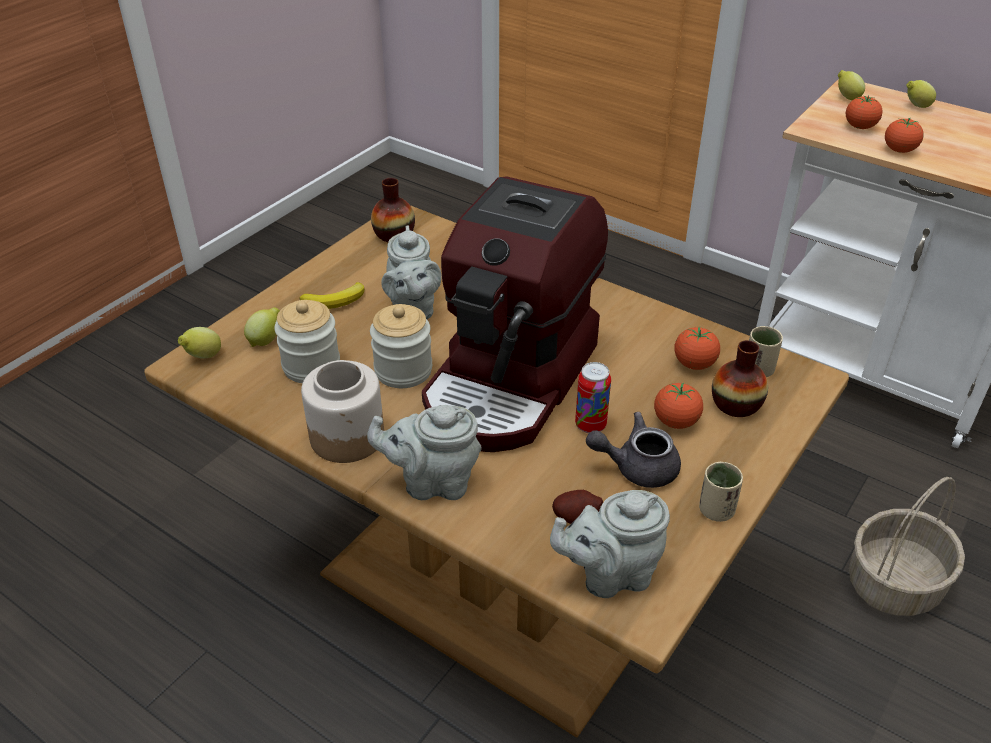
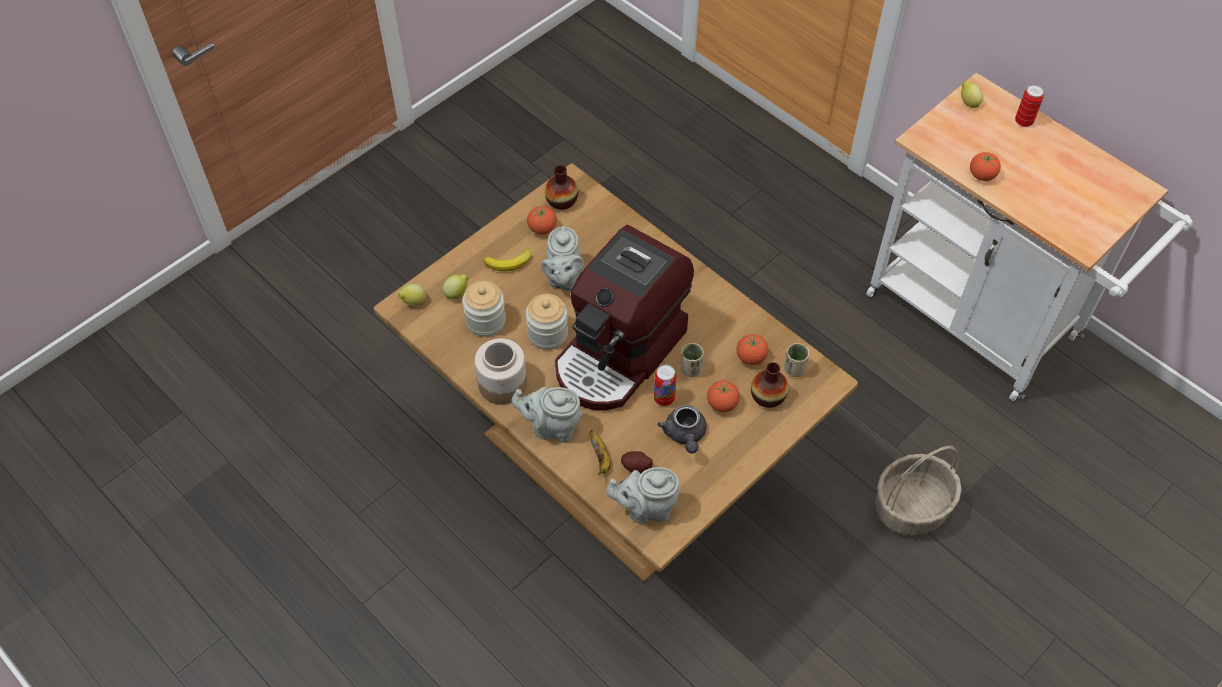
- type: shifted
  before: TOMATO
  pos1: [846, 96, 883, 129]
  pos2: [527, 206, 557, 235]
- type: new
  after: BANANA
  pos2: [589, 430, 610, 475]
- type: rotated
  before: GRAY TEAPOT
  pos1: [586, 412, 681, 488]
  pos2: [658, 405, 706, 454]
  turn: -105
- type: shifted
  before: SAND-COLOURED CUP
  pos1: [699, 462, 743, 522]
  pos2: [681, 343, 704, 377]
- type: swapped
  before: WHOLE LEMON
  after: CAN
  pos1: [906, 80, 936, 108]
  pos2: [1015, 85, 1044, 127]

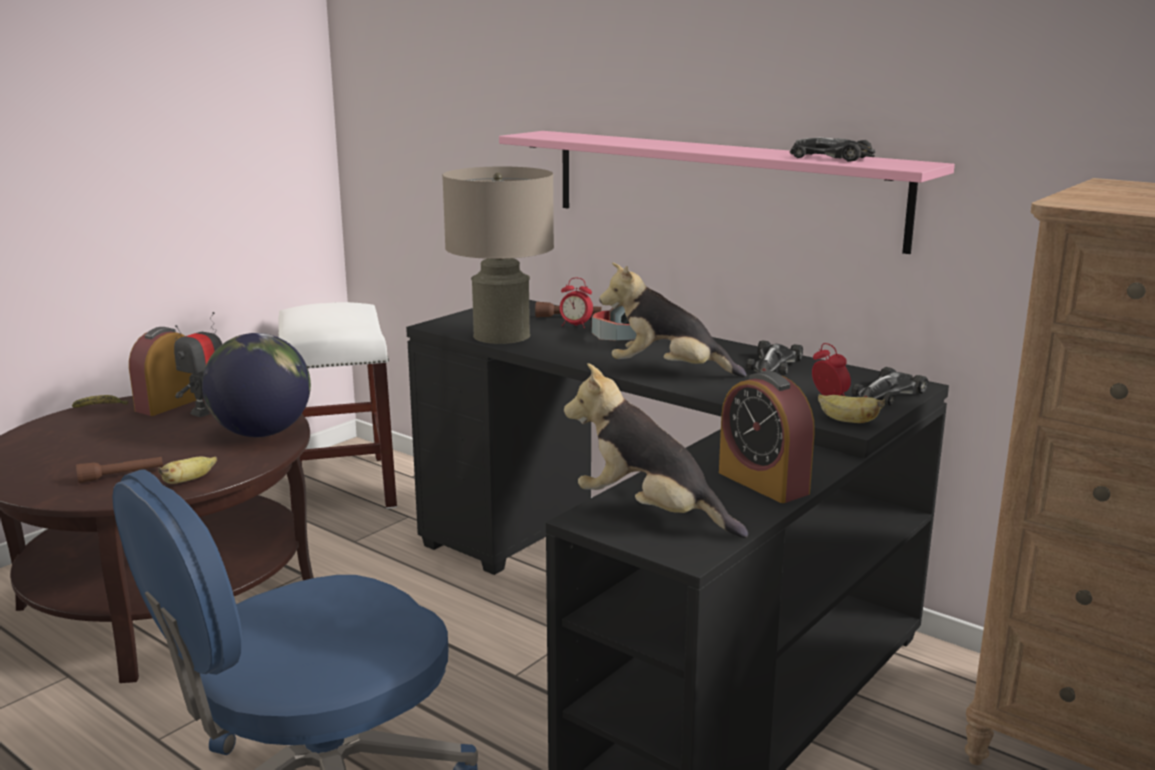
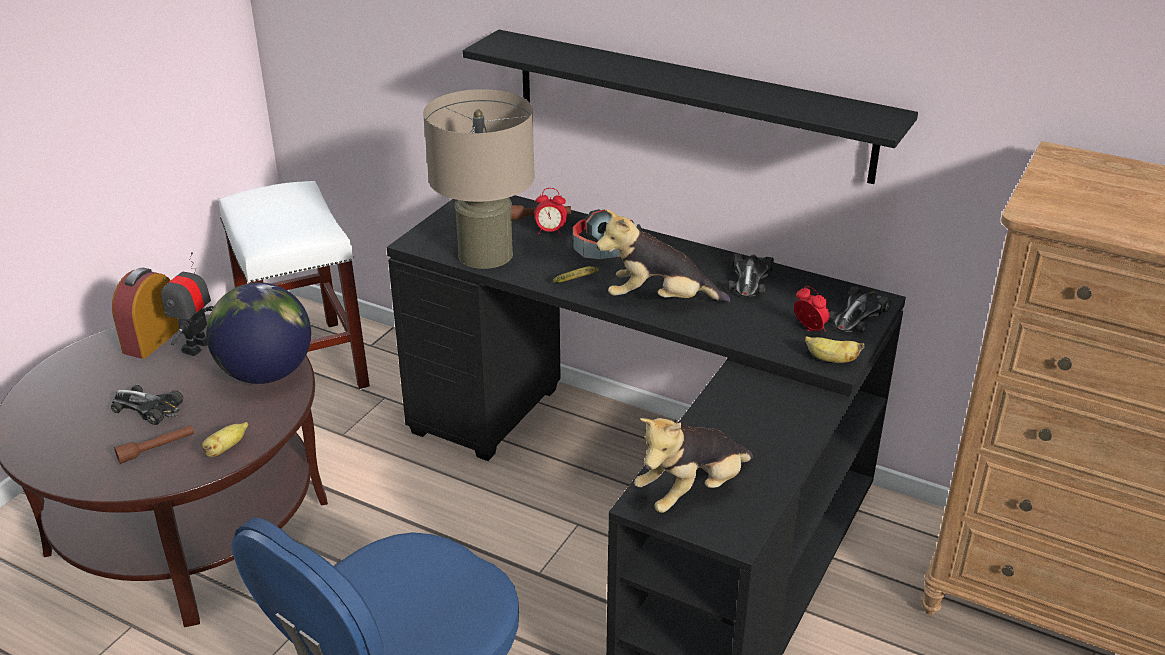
- type: shifted
  before: TOY CAR
  pos1: [790, 138, 875, 162]
  pos2: [111, 385, 183, 425]
- type: repainted
  before: PINK-COLOURED SHELF
  after: BLACK SHELF
  pos1: [499, 131, 955, 254]
  pos2: [462, 30, 918, 184]
- type: shifted
  before: BANANA
  pos1: [72, 395, 128, 408]
  pos2: [553, 266, 599, 283]
- type: rotated
  before: CUDDLY TOY
  pos1: [564, 363, 749, 538]
  pos2: [634, 418, 753, 513]
  turn: -60
- type: gone
  before: BEDSIDE CLOCK
  pos1: [719, 371, 815, 503]

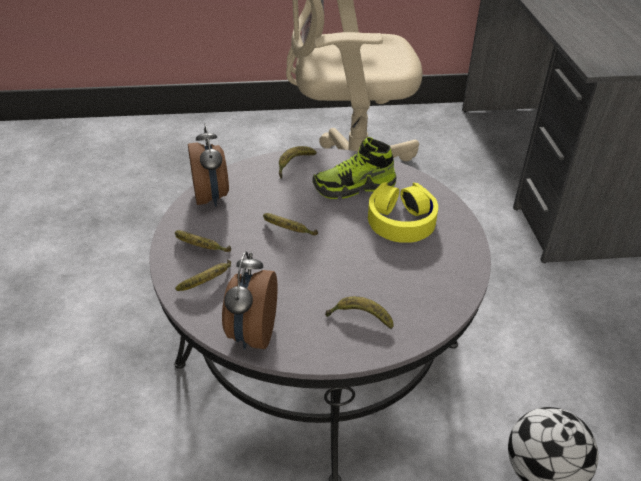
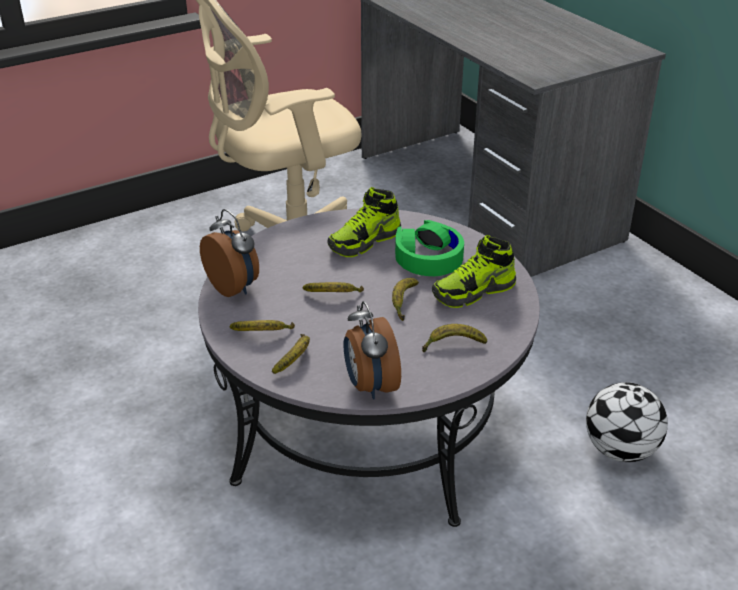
- type: shifted
  before: BANANA
  pos1: [279, 146, 317, 178]
  pos2: [392, 278, 419, 321]
- type: repainted
  before: YELLOW-COLOURED HEADPHONES
  after: GREENISH HEADPHONES
  pos1: [368, 182, 438, 243]
  pos2: [395, 220, 464, 276]
- type: new
  after: LOW SHOE
  pos2: [432, 235, 516, 308]

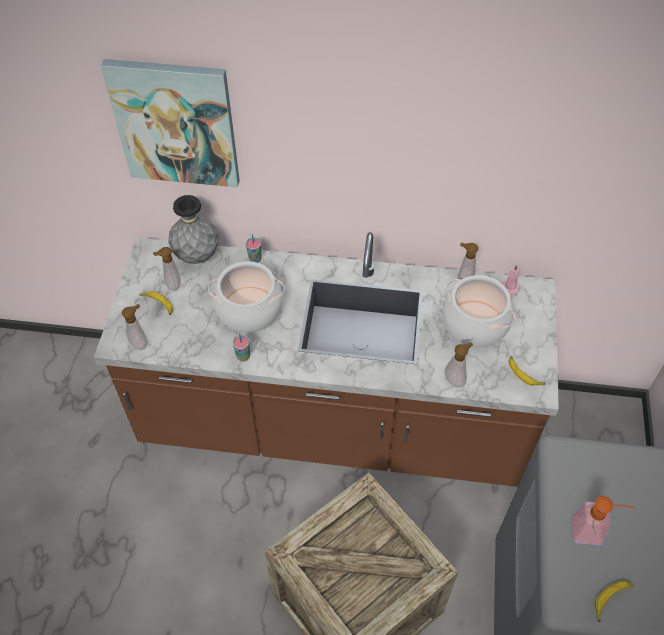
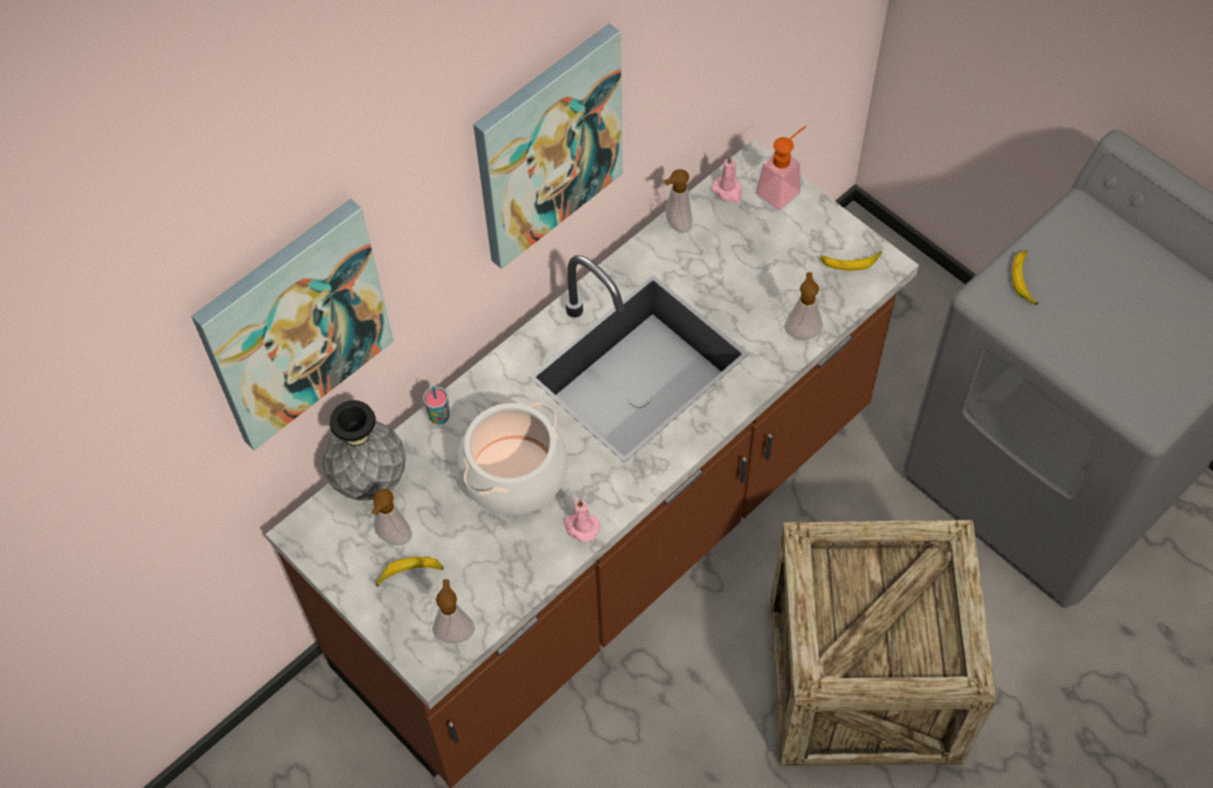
- type: new
  after: WALL PICTURE
  pos2: [473, 23, 623, 269]
- type: swapped
  before: CUP
  after: PINK-COLOURED CANDLE
  pos1: [233, 334, 250, 361]
  pos2: [564, 499, 600, 542]
- type: shifted
  before: SOAP BOTTLE
  pos1: [571, 496, 635, 545]
  pos2: [755, 126, 806, 211]
- type: shifted
  before: BANANA
  pos1: [595, 580, 634, 622]
  pos2: [1012, 250, 1039, 305]
- type: gone
  before: SAUCEPOT
  pos1: [442, 275, 515, 347]

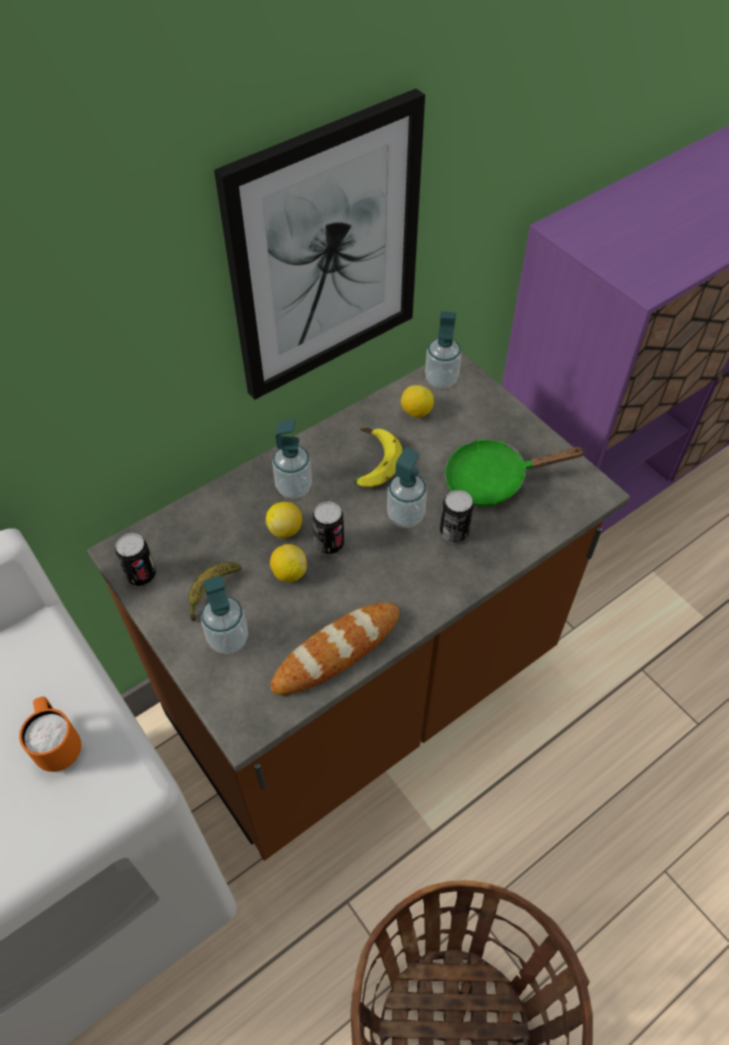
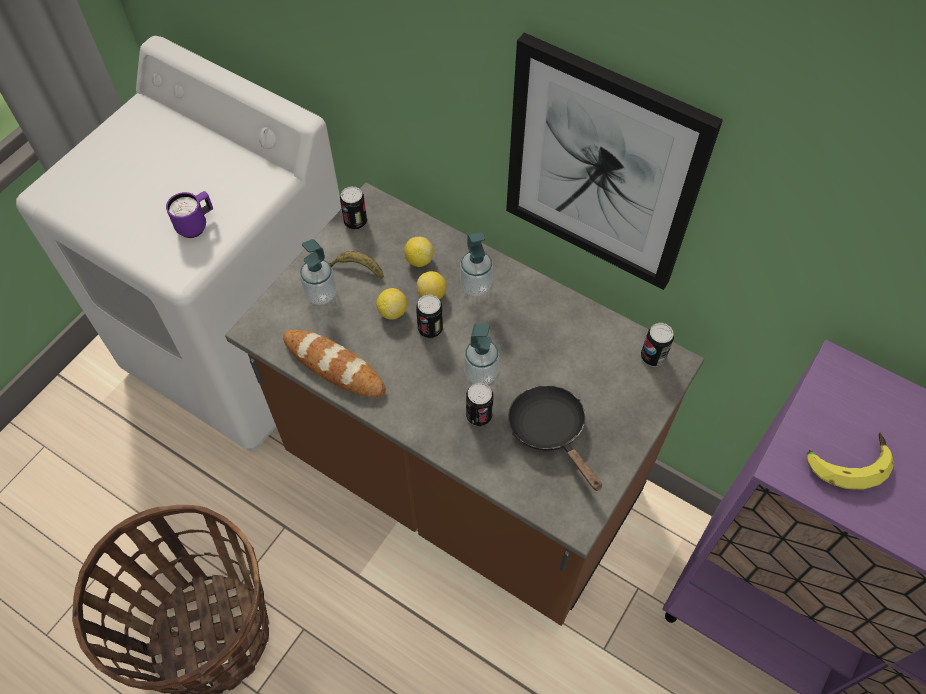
- type: repainted
  before: ORANGE MUG
  after: PURPLE MUG
  pos1: [19, 697, 81, 772]
  pos2: [166, 191, 213, 238]
- type: shifted
  before: WHOLE LEMON
  pos1: [401, 385, 434, 418]
  pos2: [404, 237, 434, 267]
- type: repainted
  before: GREENISH SKILLET
  after: BLACK SKILLET
  pos1: [444, 440, 586, 506]
  pos2: [508, 385, 602, 491]
- type: swapped
  before: SOAP BOTTLE
  after: CAN
  pos1: [425, 311, 462, 389]
  pos2: [641, 323, 674, 366]
- type: shifted
  before: BANANA
  pos1: [354, 428, 402, 487]
  pos2: [807, 432, 893, 490]

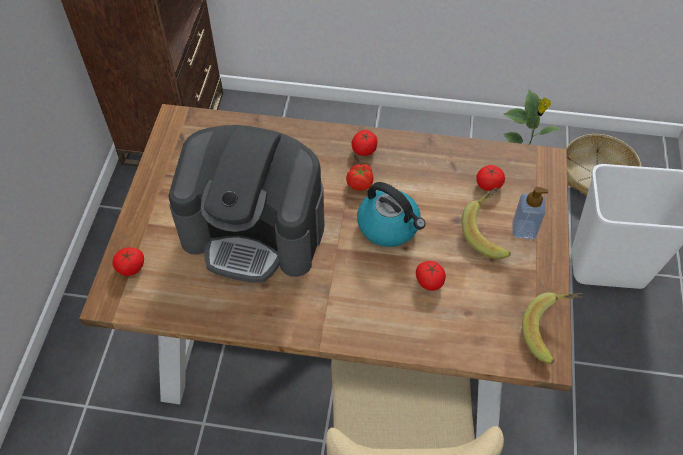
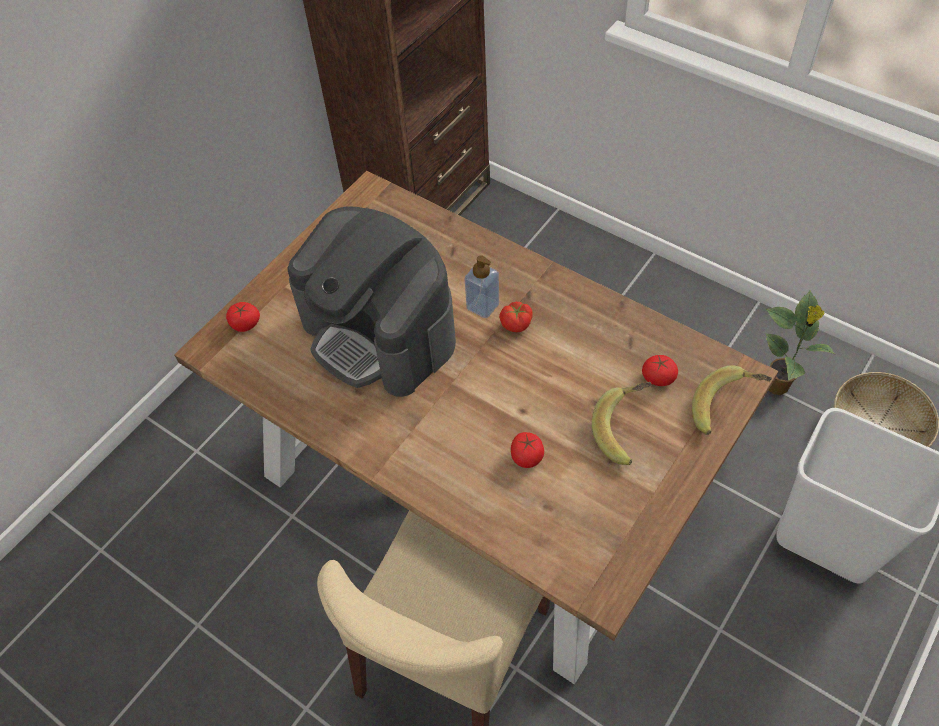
- type: shifted
  before: SOAP BOTTLE
  pos1: [513, 187, 548, 240]
  pos2: [465, 255, 499, 318]
- type: shifted
  before: BANANA
  pos1: [522, 292, 583, 364]
  pos2: [692, 365, 772, 435]
- type: gone
  before: TOMATO
  pos1: [351, 130, 377, 156]
- type: gone
  before: KETTLE
  pos1: [357, 182, 426, 247]

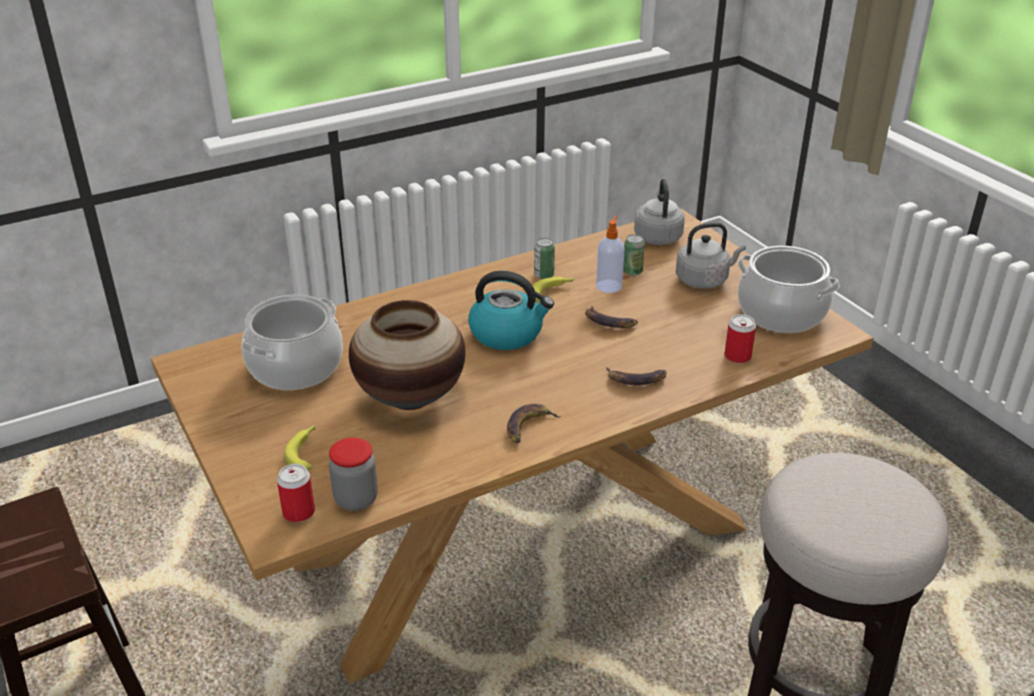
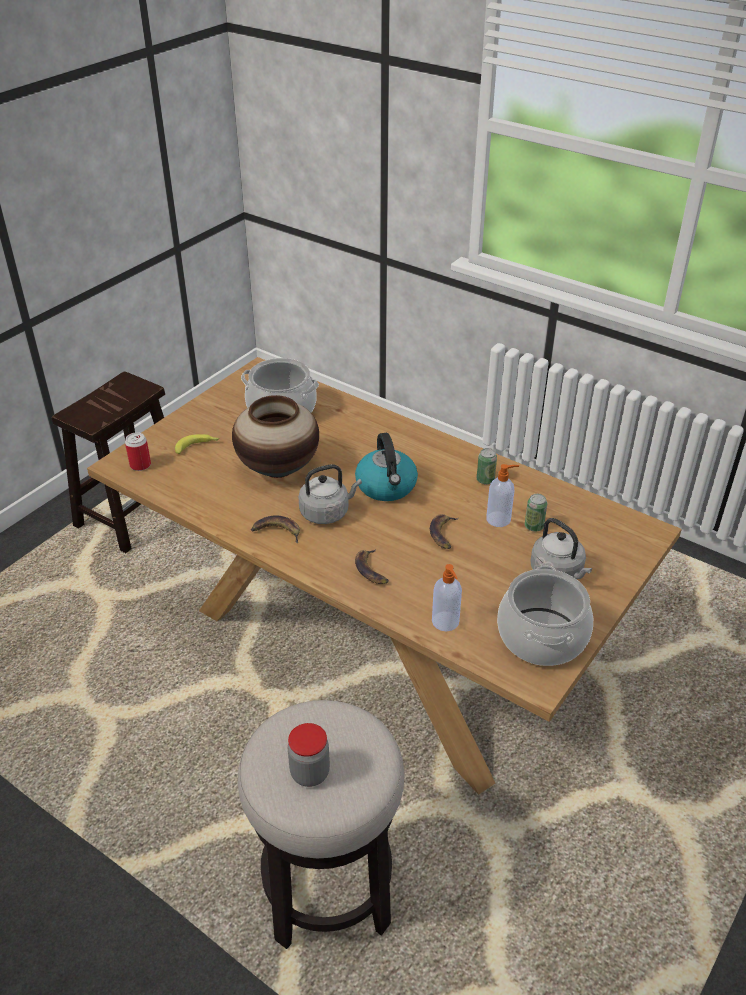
- type: shifted
  before: STORAGE JAR
  pos1: [329, 437, 378, 511]
  pos2: [288, 723, 330, 787]
- type: shifted
  before: GRAY KETTLE
  pos1: [634, 178, 685, 245]
  pos2: [298, 464, 362, 524]
- type: swapped
  before: CAN
  after: SOAP BOTTLE
  pos1: [724, 314, 756, 363]
  pos2: [432, 564, 462, 631]
- type: gone
  before: BANANA
  pos1: [532, 277, 574, 302]

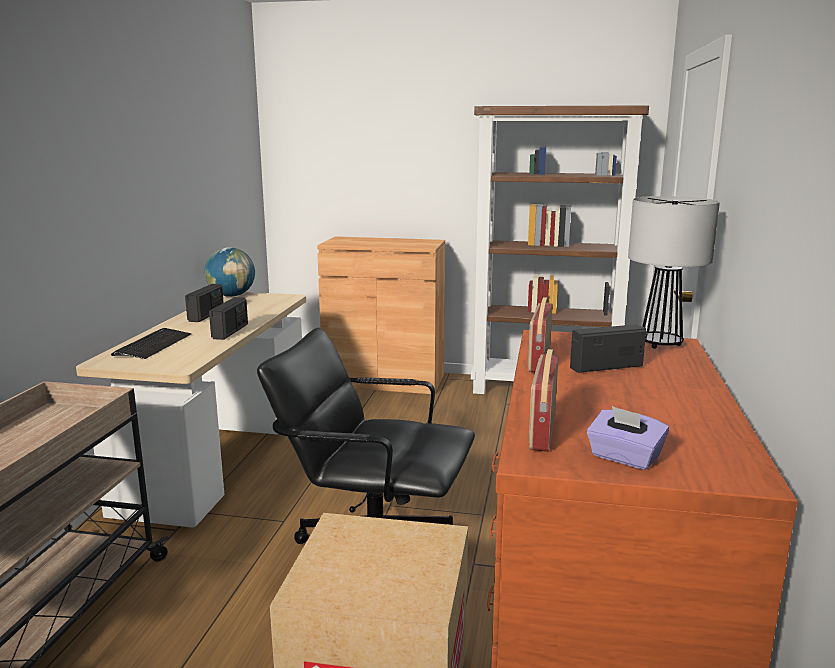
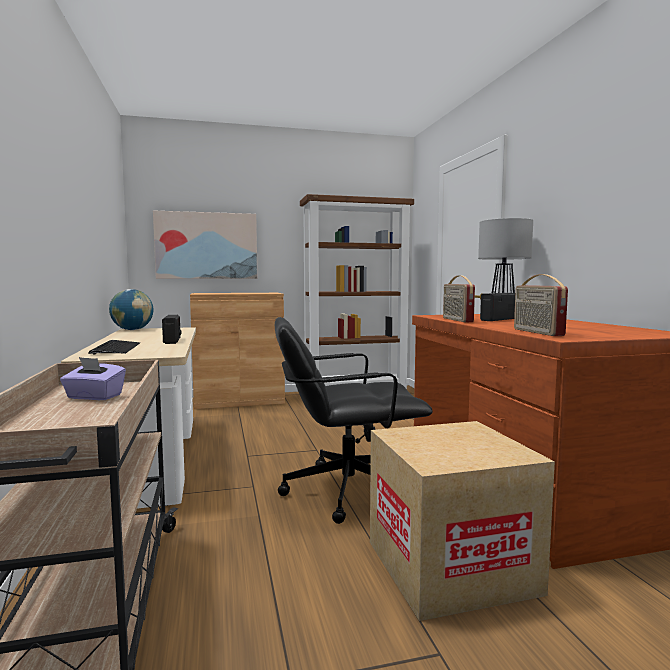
- type: shifted
  before: PURPLE TISSUE BOX
  pos1: [587, 406, 669, 470]
  pos2: [60, 357, 126, 400]
- type: new
  after: WALL PICTURE
  pos2: [153, 211, 257, 279]
- type: gone
  before: RADIO RECEIVER
  pos1: [185, 284, 224, 322]

